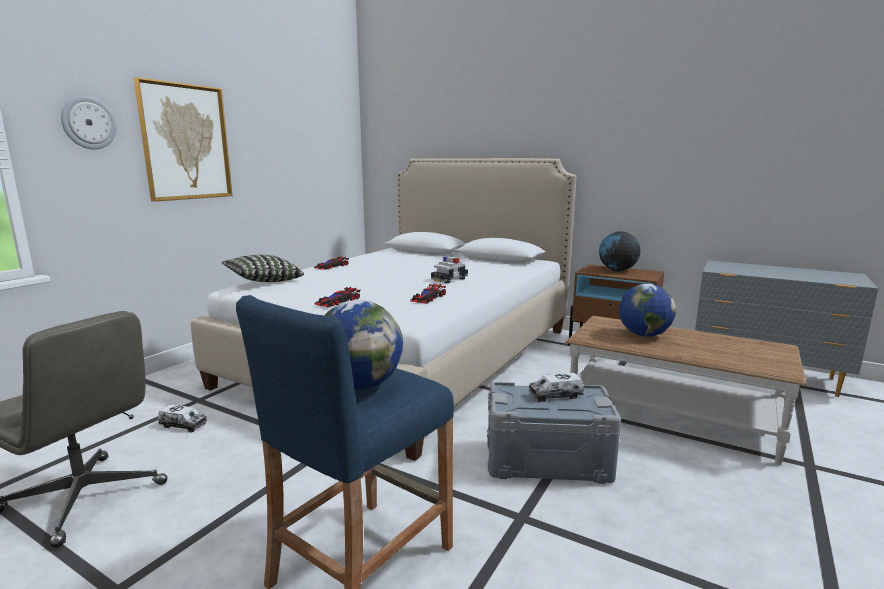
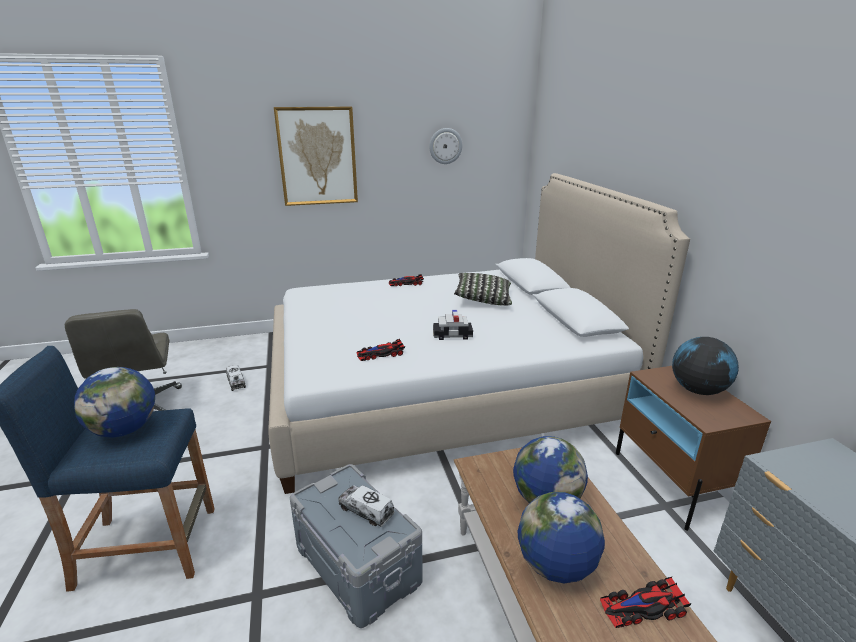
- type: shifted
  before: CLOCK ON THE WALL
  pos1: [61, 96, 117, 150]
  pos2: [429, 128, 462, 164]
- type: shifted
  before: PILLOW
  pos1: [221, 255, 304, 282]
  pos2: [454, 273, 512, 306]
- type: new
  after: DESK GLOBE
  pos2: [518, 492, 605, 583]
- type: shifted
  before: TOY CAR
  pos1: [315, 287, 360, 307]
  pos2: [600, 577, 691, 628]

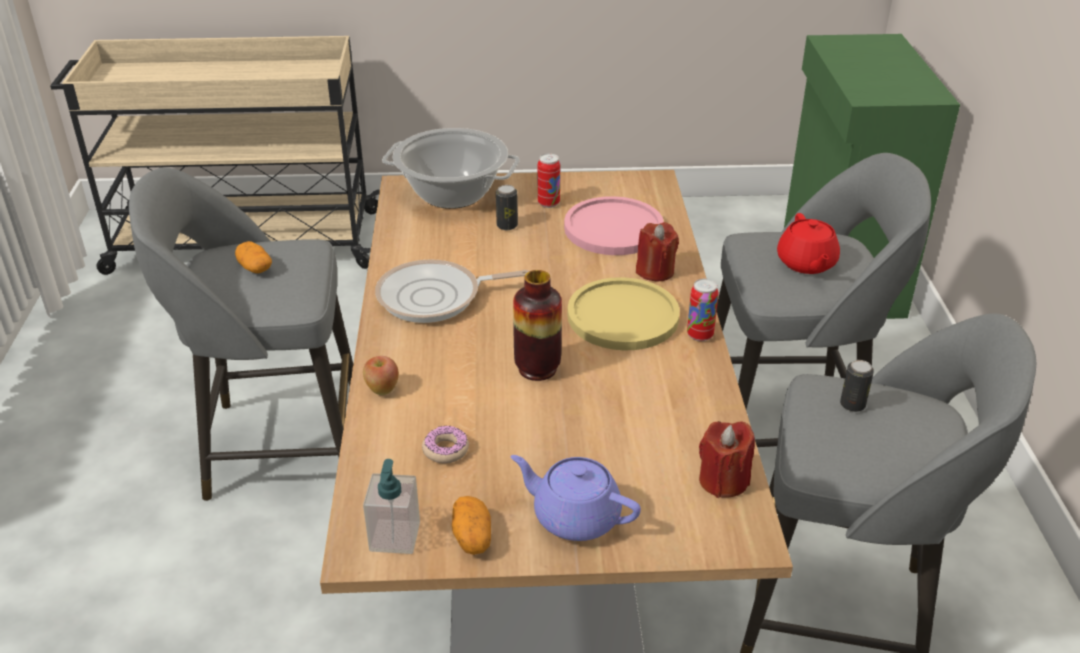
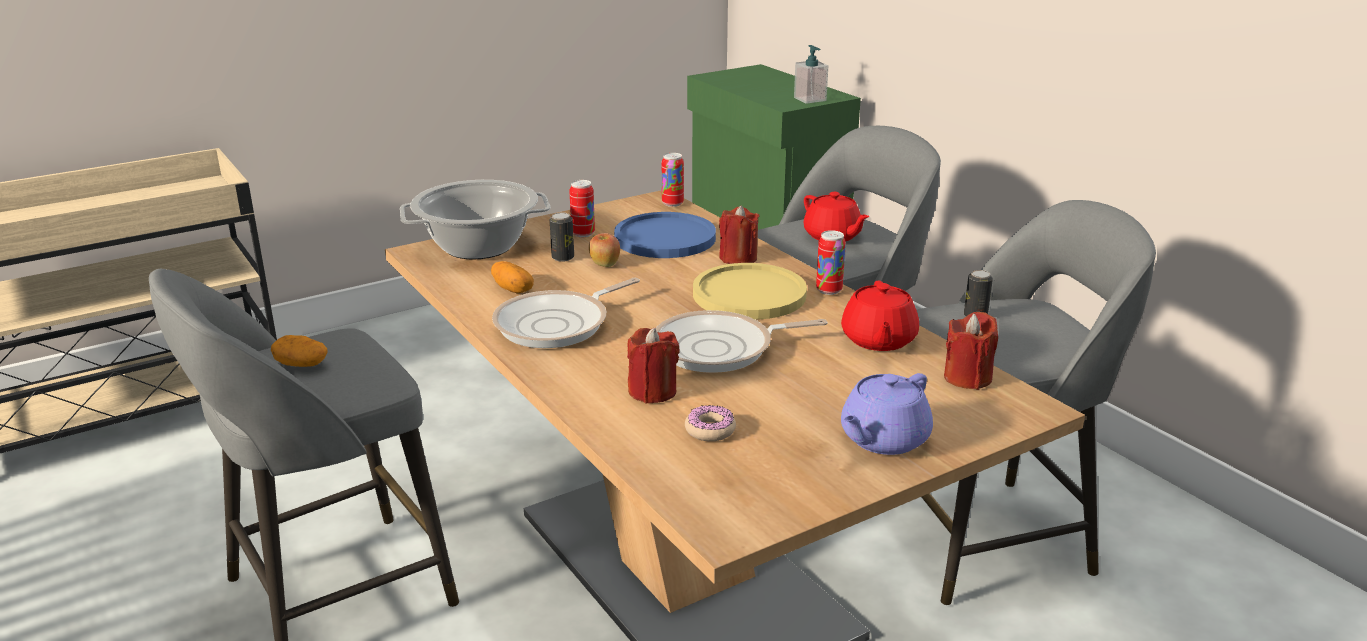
- type: shifted
  before: SPUD
  pos1: [452, 496, 491, 555]
  pos2: [491, 261, 534, 293]
- type: shifted
  before: APPLE
  pos1: [363, 356, 399, 395]
  pos2: [589, 233, 620, 267]
- type: repainted
  before: PINK-COLOURED FLAT DISH
  after: BLUE FLAT DISH
  pos1: [564, 196, 664, 255]
  pos2: [614, 212, 716, 258]
- type: new
  after: RED-COLOURED CANDLE
  pos2: [627, 328, 680, 403]
- type: swapped
  before: FLOWER VASE
  after: SKILLET
  pos1: [513, 270, 562, 381]
  pos2: [656, 310, 828, 373]
- type: new
  after: CAN
  pos2: [662, 153, 684, 207]
- type: shifted
  before: SOAP BOTTLE
  pos1: [363, 459, 420, 554]
  pos2: [794, 45, 828, 104]
- type: new
  after: RED-COLOURED TEAPOT
  pos2: [841, 281, 919, 351]
- type: rotated
  before: PURPLE TEAPOT
  pos1: [510, 455, 641, 541]
  pos2: [841, 373, 933, 455]
  turn: -45

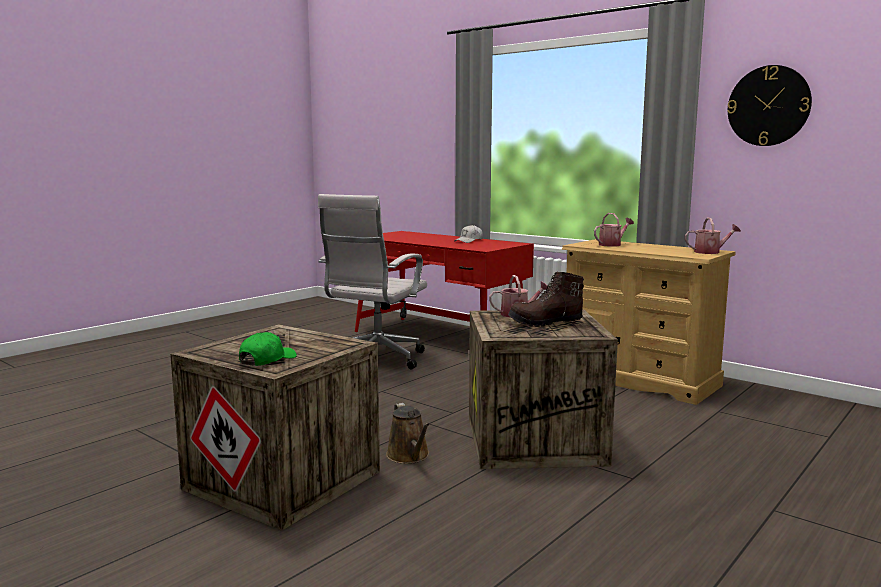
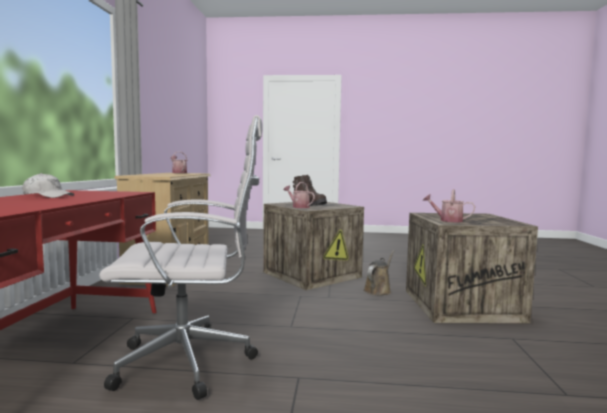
- type: shifted
  before: WATERING POT
  pos1: [594, 213, 634, 247]
  pos2: [423, 189, 475, 222]
- type: gone
  before: GREENISH BASEBALL CAP
  pos1: [239, 332, 297, 366]
- type: gone
  before: CLOCK ON THE WALL
  pos1: [727, 65, 812, 146]

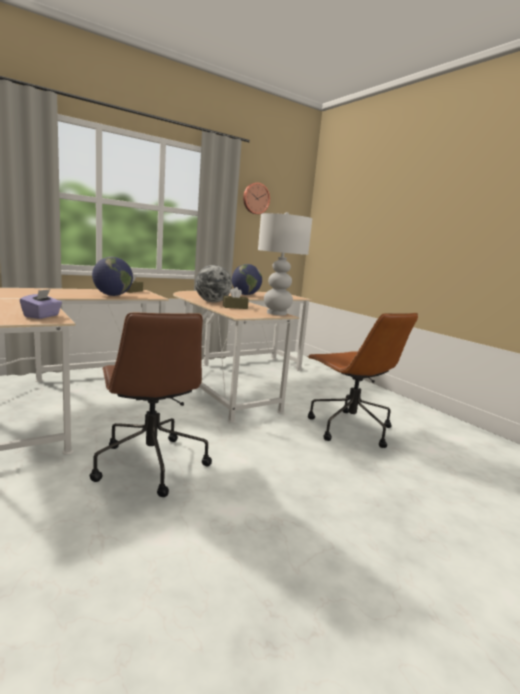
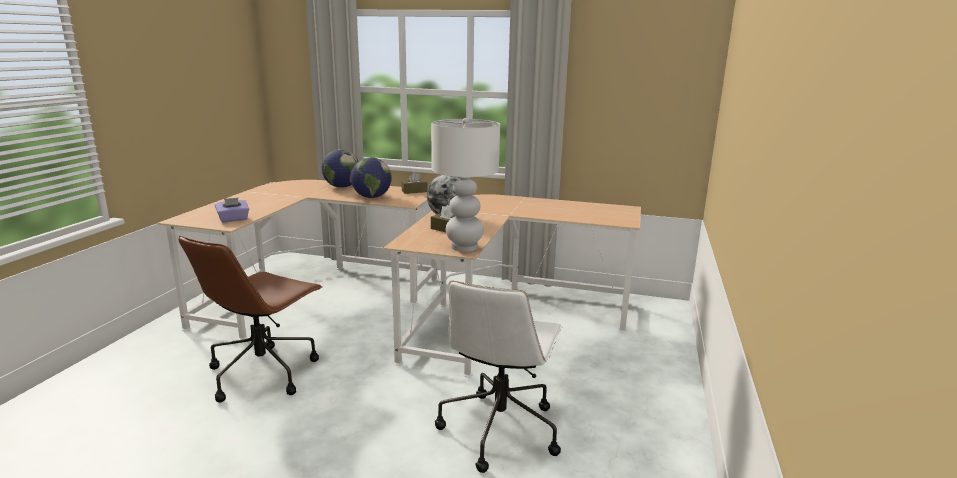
- type: shifted
  before: DESK GLOBE
  pos1: [232, 264, 262, 295]
  pos2: [322, 149, 358, 188]
- type: repainted
  before: BROWNISH DESK CHAIR
  after: WHITE-COLOURED DESK CHAIR
  pos1: [307, 313, 418, 448]
  pos2: [435, 280, 563, 473]
- type: gone
  before: CLOCK ON THE WALL
  pos1: [243, 183, 270, 214]

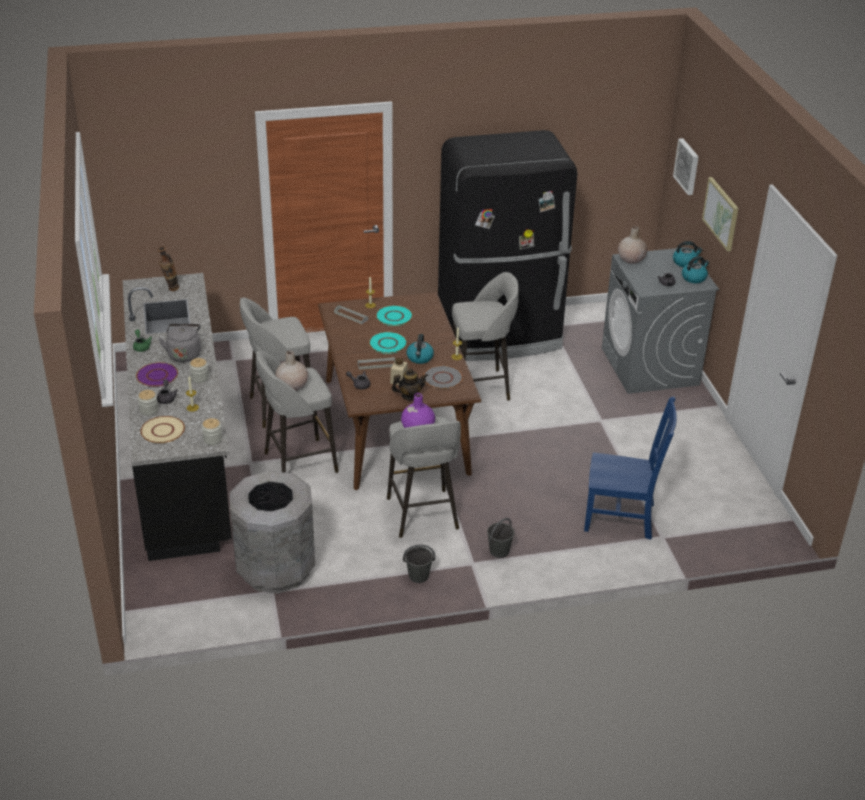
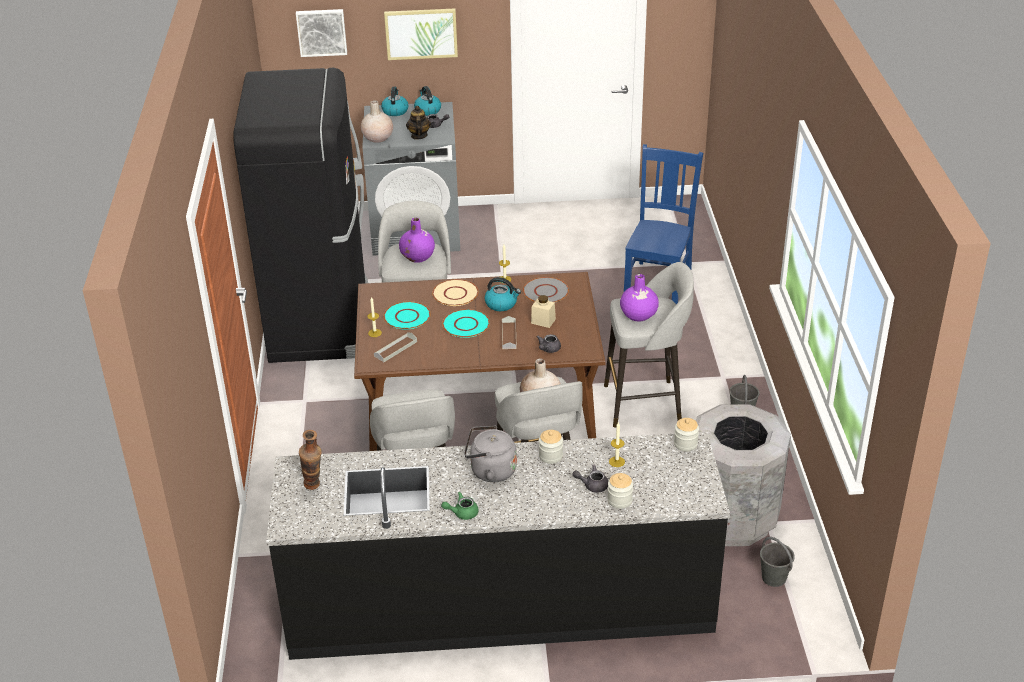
- type: new
  after: PURPLE FLOWER VASE
  pos2: [399, 218, 435, 263]
- type: shifted
  before: TEAPOT
  pos1: [391, 368, 428, 401]
  pos2: [406, 106, 431, 140]
- type: shifted
  before: SAND-COLOURED FLAT DISH
  pos1: [141, 416, 185, 443]
  pos2: [432, 279, 478, 306]
- type: shifted
  before: GRAY PAIL
  pos1: [487, 518, 514, 558]
  pos2: [760, 537, 795, 587]
- type: gone
  before: PURPLE FLAT DISH
  pos1: [136, 362, 178, 387]

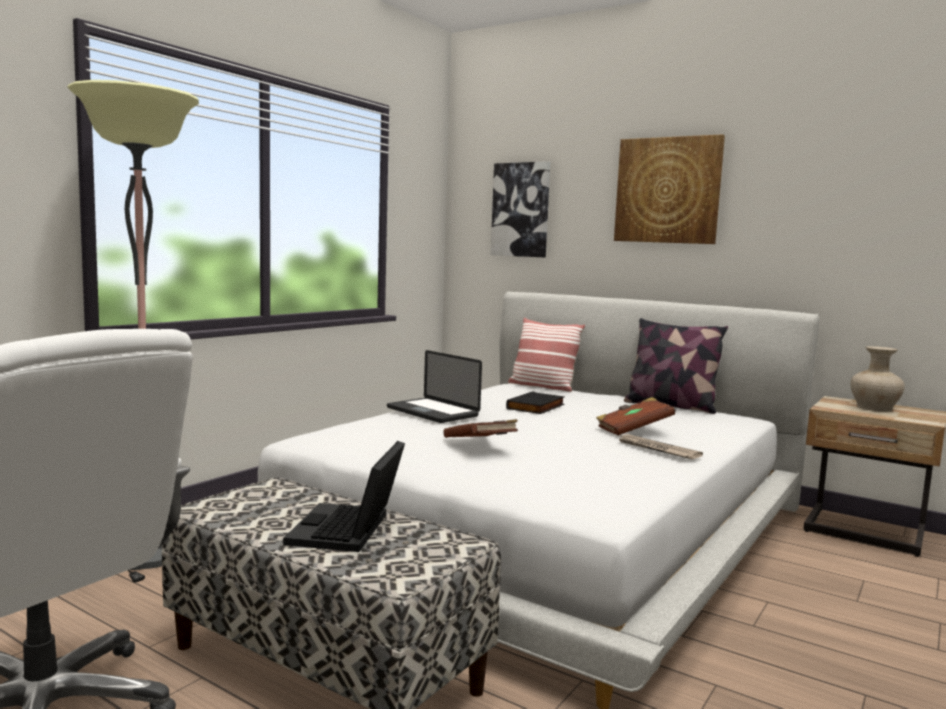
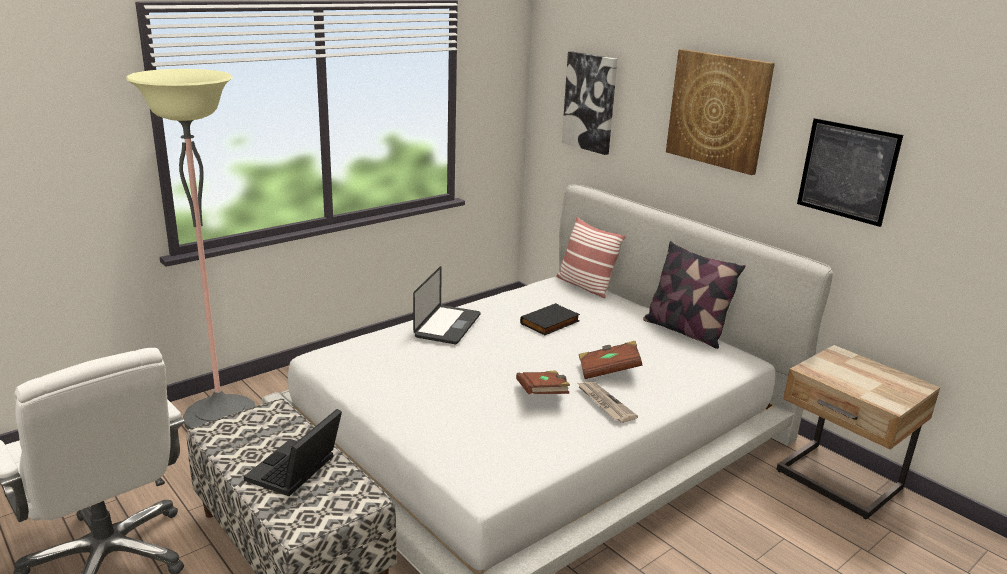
- type: rotated
  before: NOTEBOOK COMPUTER
  pos1: [387, 350, 482, 423]
  pos2: [413, 266, 480, 344]
  turn: -135
- type: shifted
  before: BROWNISH BOOK
  pos1: [443, 419, 518, 438]
  pos2: [516, 370, 570, 394]
- type: new
  after: WALL PICTURE
  pos2: [797, 118, 903, 227]
- type: gone
  before: SAND-COLOURED FLOWER VASE
  pos1: [851, 346, 905, 411]

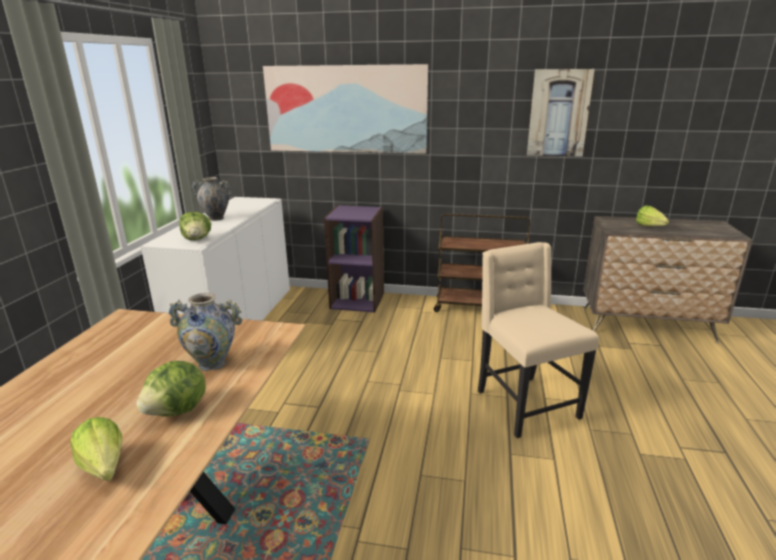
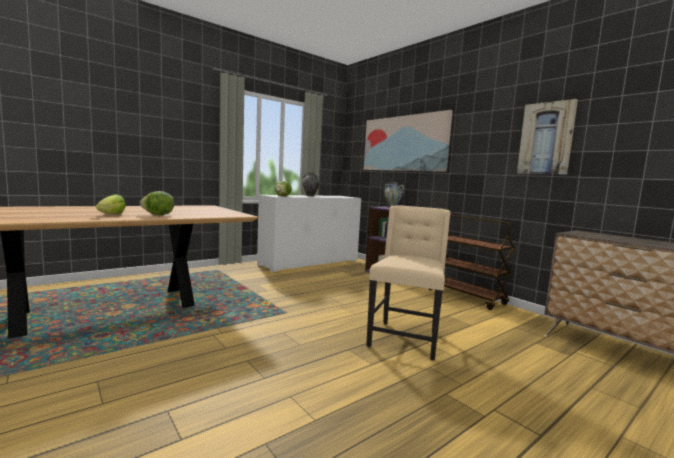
- type: shifted
  before: FLOWER VASE
  pos1: [168, 293, 242, 371]
  pos2: [384, 182, 405, 207]
- type: gone
  before: LETTUCE
  pos1: [636, 205, 669, 226]

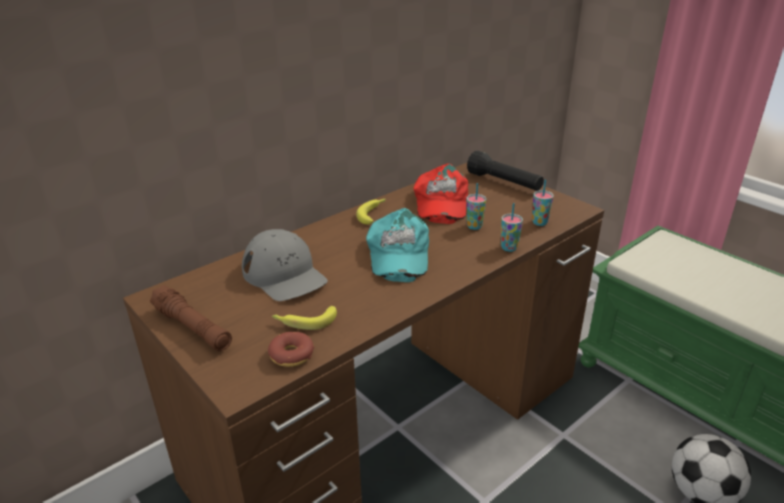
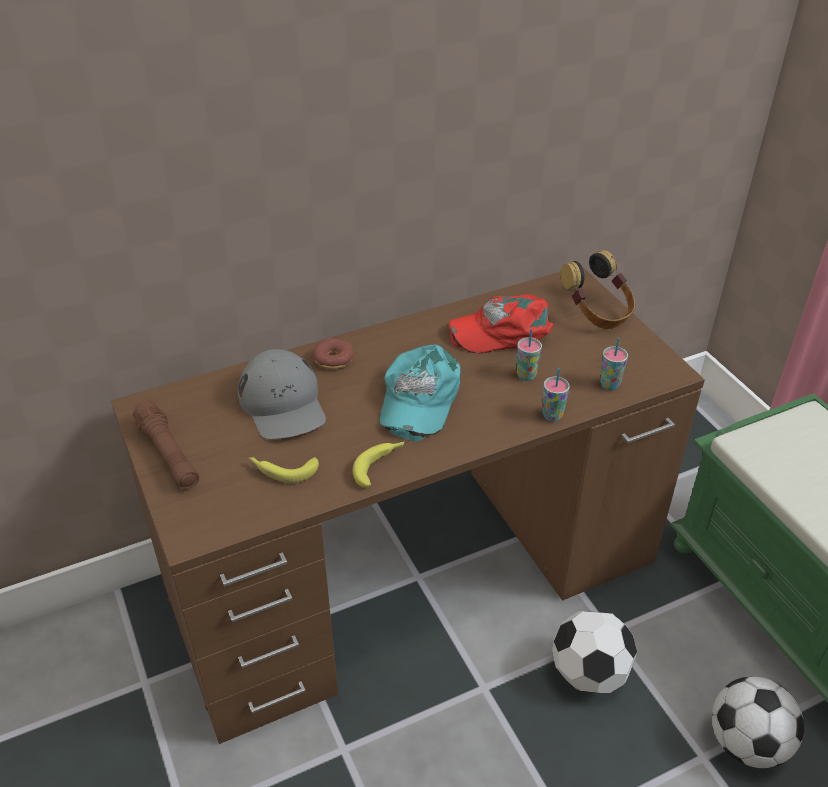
- type: shifted
  before: DOUGHNUT
  pos1: [268, 332, 314, 367]
  pos2: [313, 338, 354, 369]
- type: shifted
  before: BANANA
  pos1: [356, 199, 385, 224]
  pos2: [353, 442, 404, 488]
- type: rotated
  before: RED-COLOURED BASEBALL CAP
  pos1: [414, 163, 468, 224]
  pos2: [447, 294, 554, 354]
  turn: 60
- type: new
  after: BALL FOR FOOTBALL
  pos2: [552, 611, 637, 693]
- type: swapped
  before: BLACK FLASHLIGHT
  after: HEADPHONES
  pos1: [467, 150, 544, 191]
  pos2: [560, 250, 635, 329]

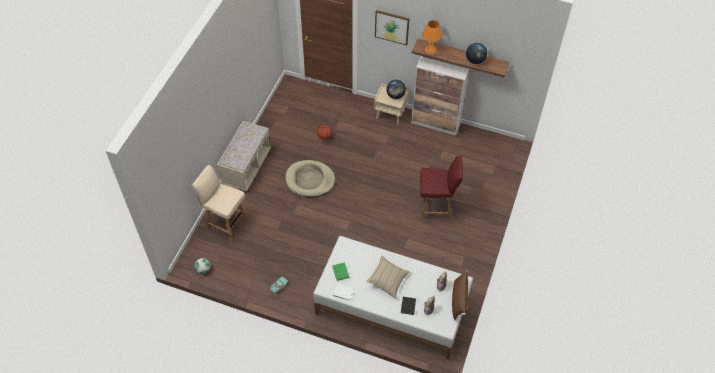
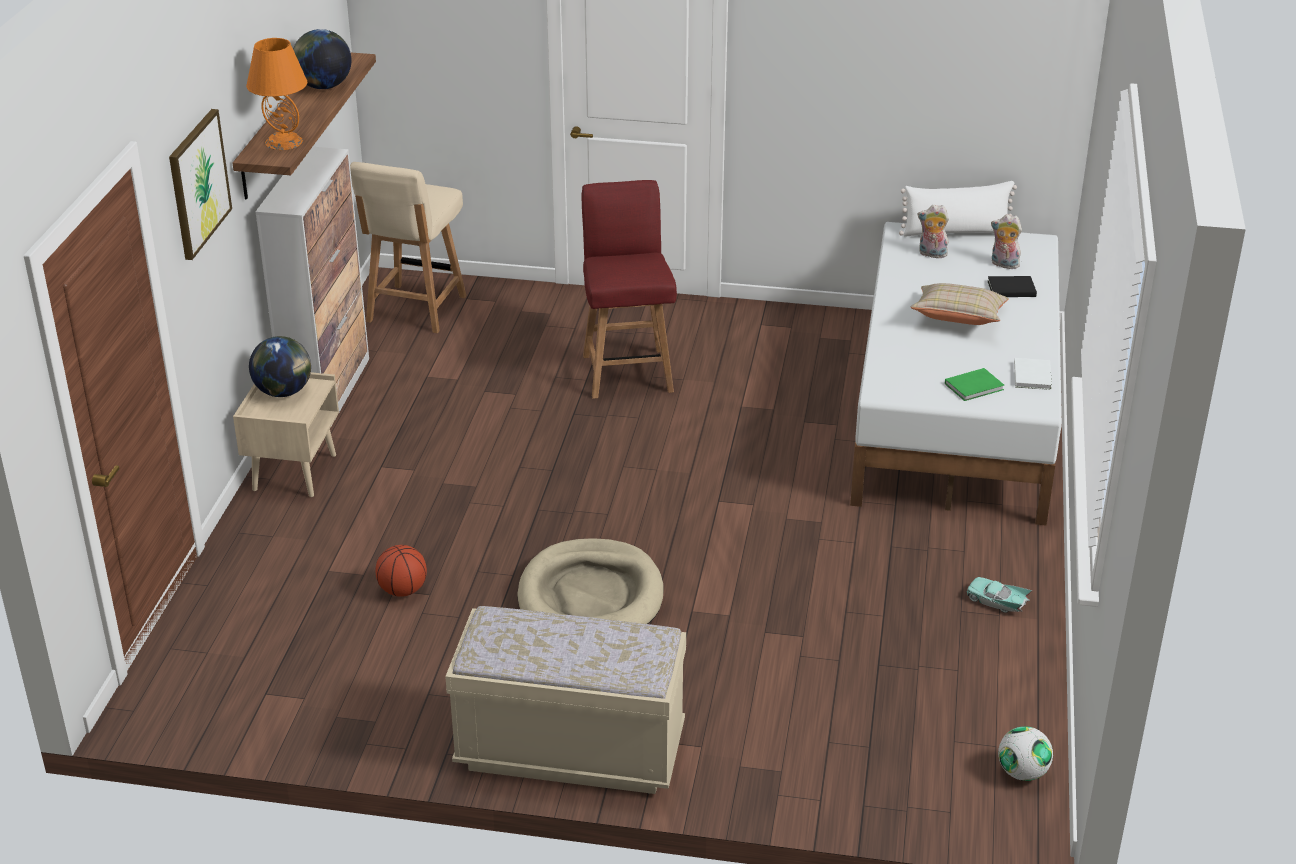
- type: shifted
  before: SAND-COLOURED UPRIGHT CHAIR
  pos1: [192, 165, 248, 241]
  pos2: [350, 162, 466, 333]
- type: repainted
  before: BROWNISH PILLOW
  after: WHITE-COLOURED PILLOW
  pos1: [452, 270, 468, 322]
  pos2: [899, 181, 1017, 237]

